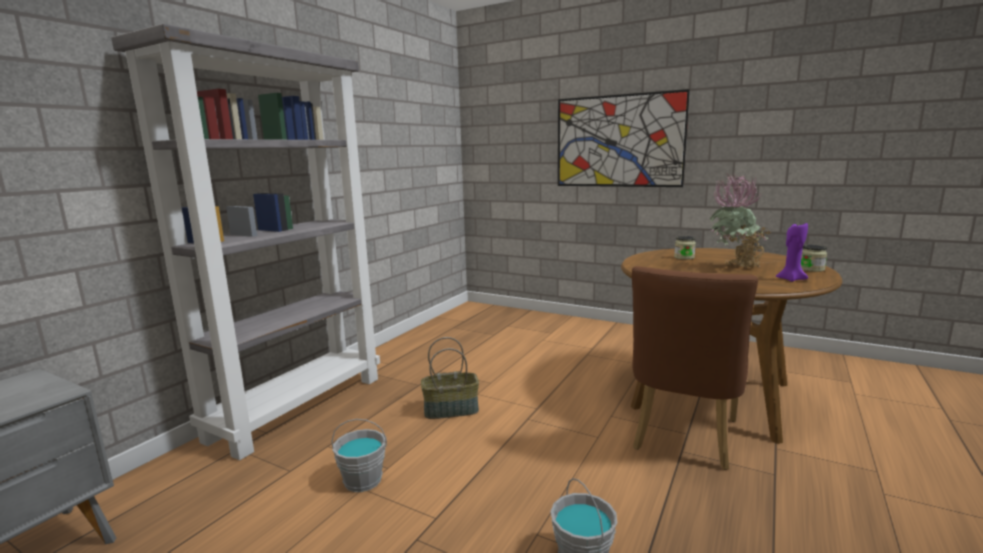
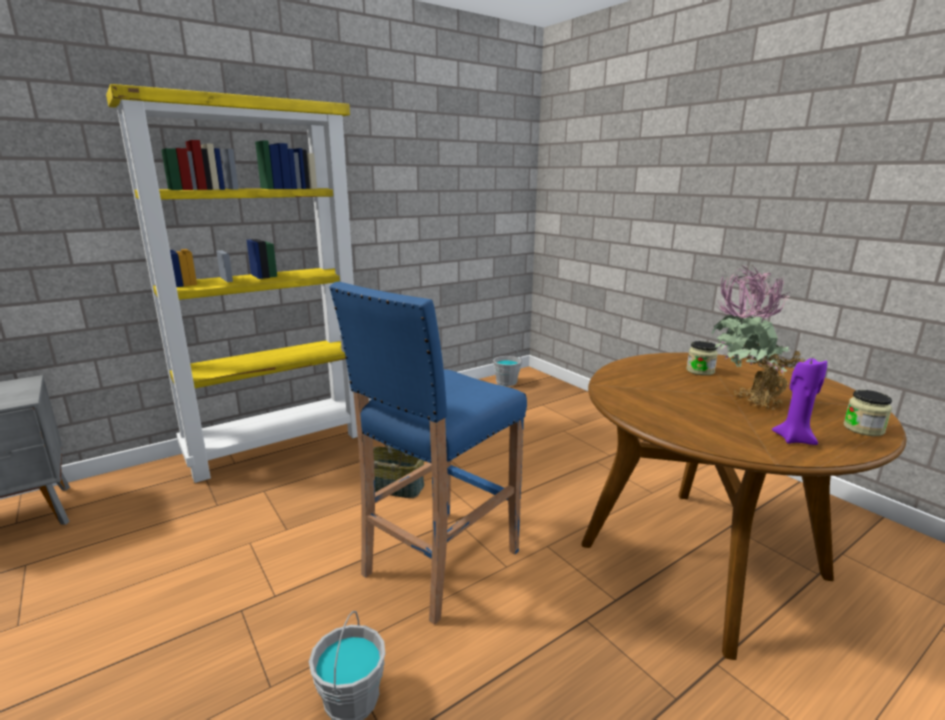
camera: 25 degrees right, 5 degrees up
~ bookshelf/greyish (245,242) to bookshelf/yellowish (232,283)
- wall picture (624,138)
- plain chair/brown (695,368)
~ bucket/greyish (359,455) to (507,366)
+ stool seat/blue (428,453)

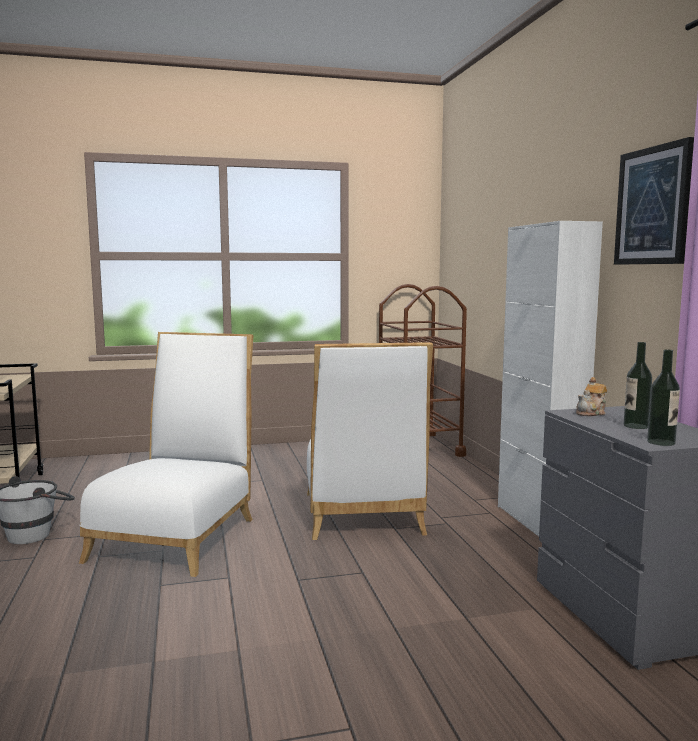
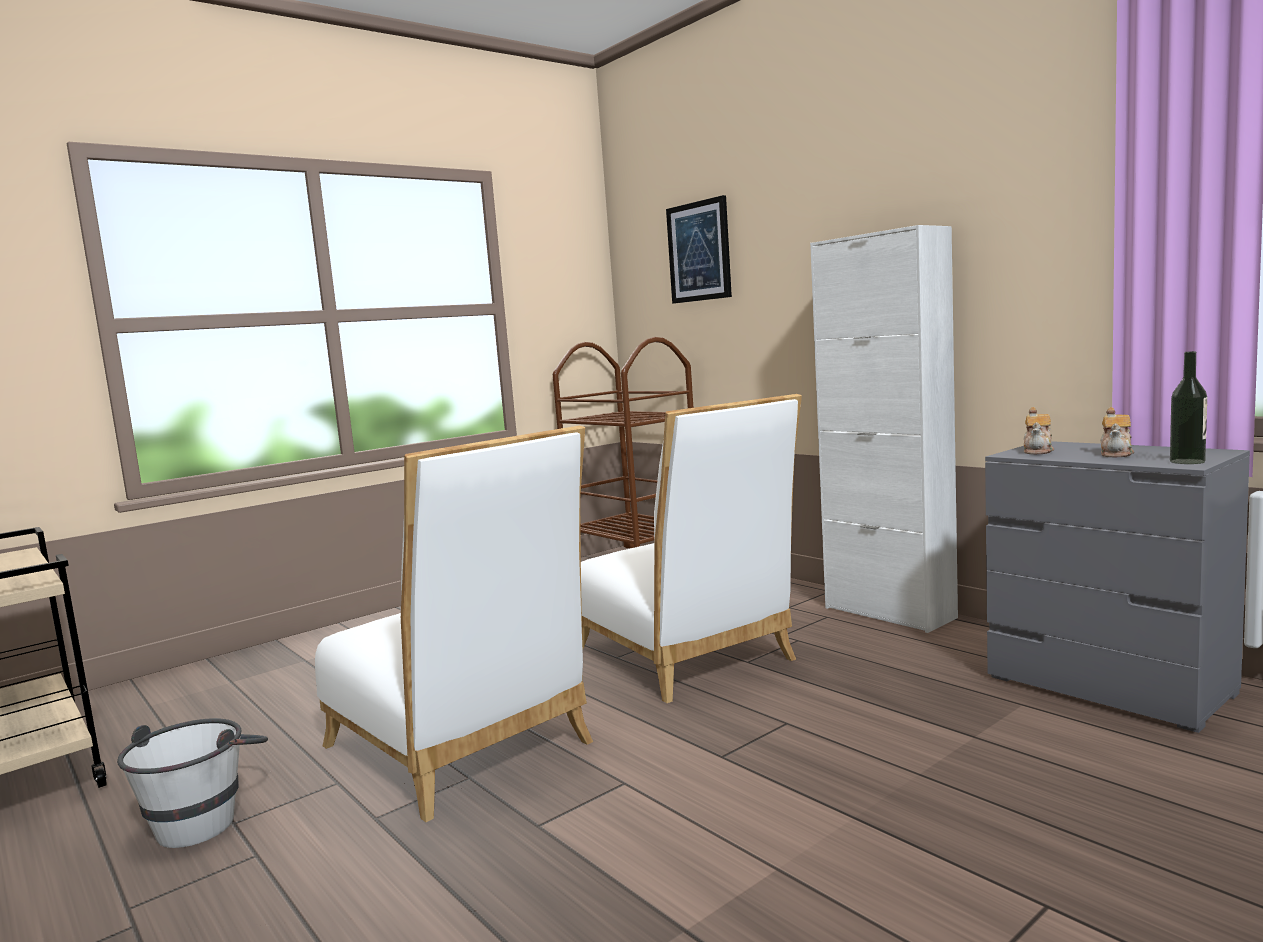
camera: 25 degrees left, 0 degrees up
~ wall picture (654,200) to (699,249)
~ plain chair/white-coloured (166,454) = (454,624) 150 degrees clockwise
~ drink bottle (638,385) to tea pot (1117,432)

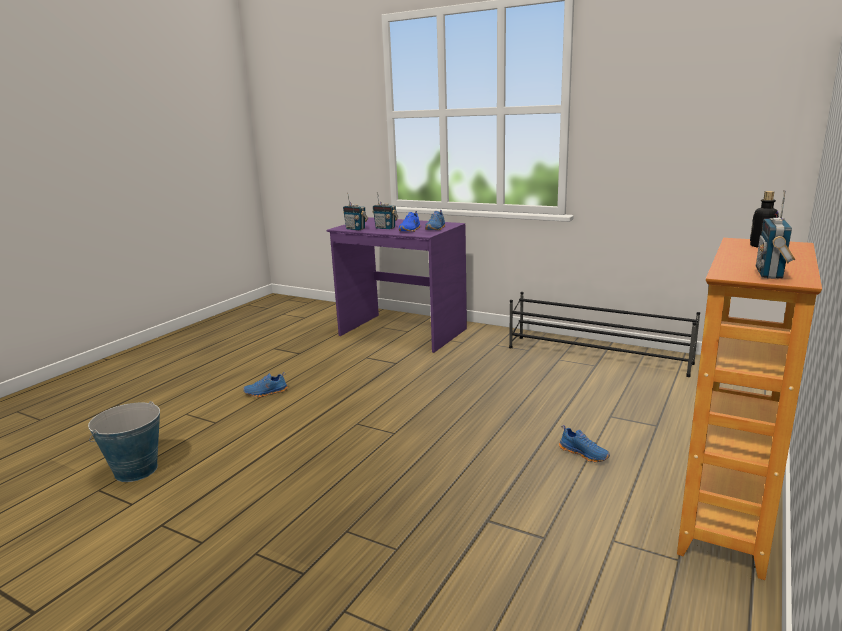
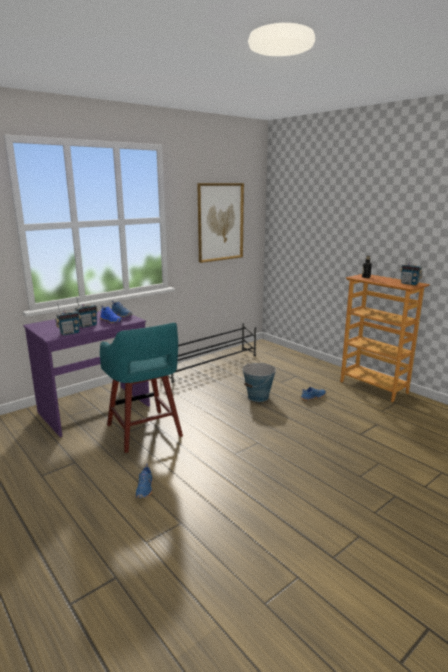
camera: 70 degrees left, 0 degrees up
~ bucket (124,441) to (259,382)
+ wall picture (220,223)
+ stool seat/turquoise (141,388)

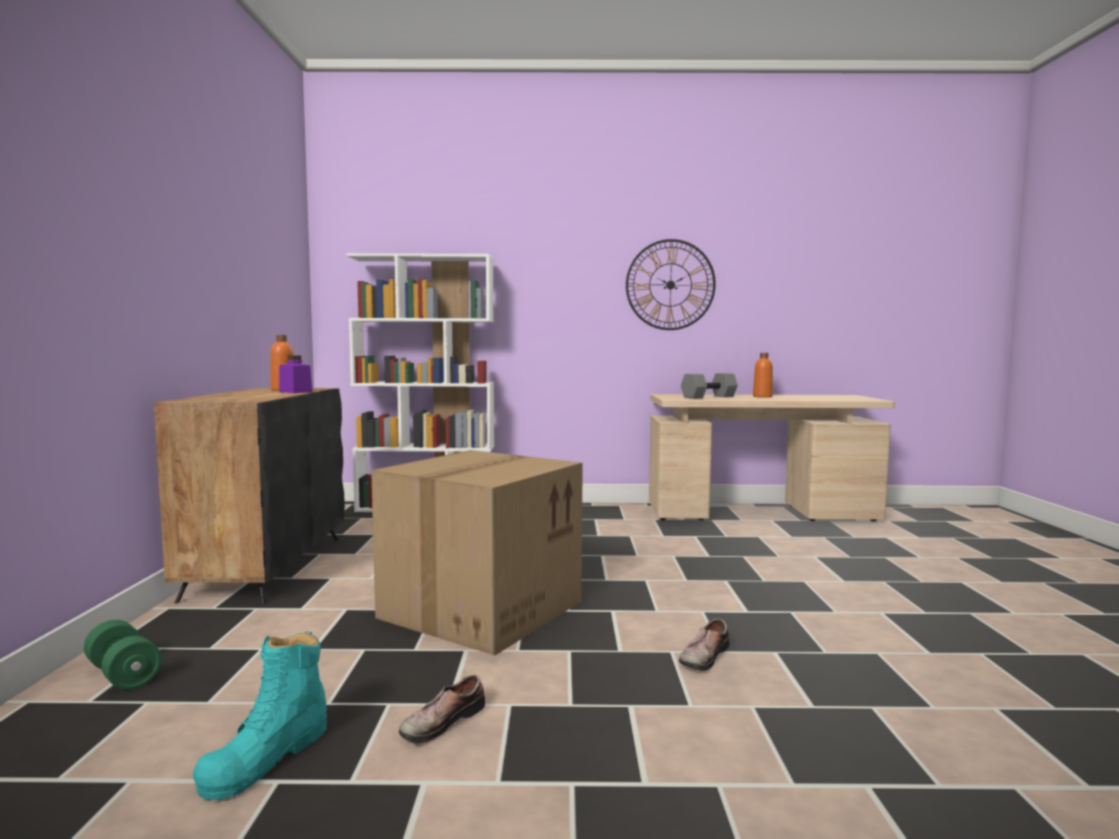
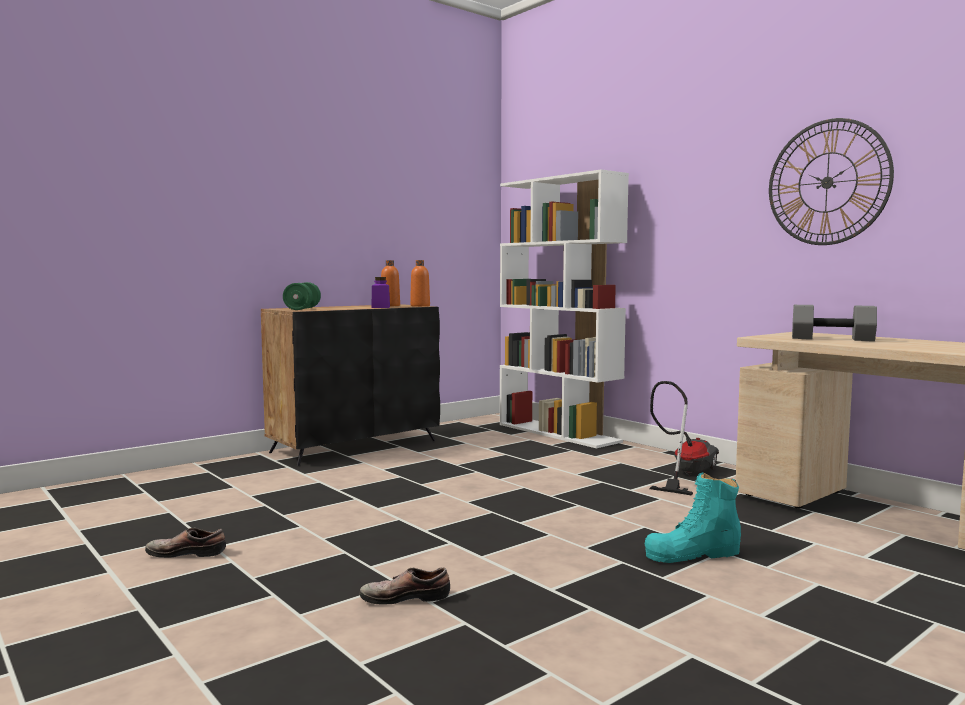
camera: 50 degrees right, 0 degrees up
~ drink bottle/orange (763,375) to (420,283)
- packing box (477,553)
~ hand weight/greenish (123,655) to (302,296)
~ boot/turquoise (260,716) to (693,517)
+ hoover (684,438)

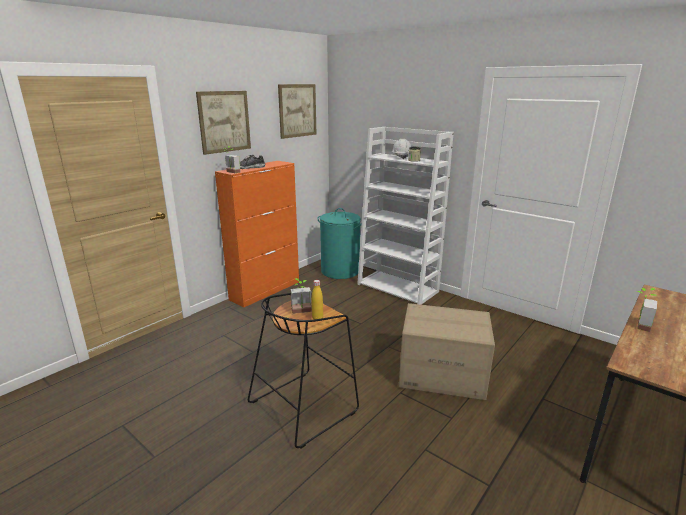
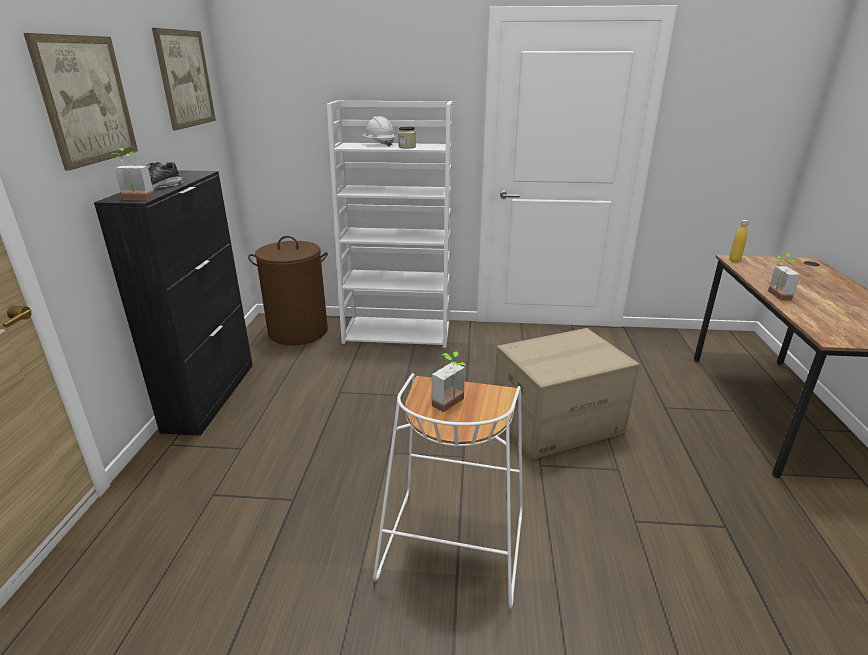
camera: 35 degrees left, 5 degrees up
~ storage cabinet/orange (257,234) to storage cabinet/black-coloured (173,303)
~ laundry basket/turquoise (340,243) to laundry basket/brown (288,290)
~ drink bottle/yellowish (317,300) to (739,241)
~ stool seat/black-coloured (303,370) to stool seat/white-coloured (447,491)

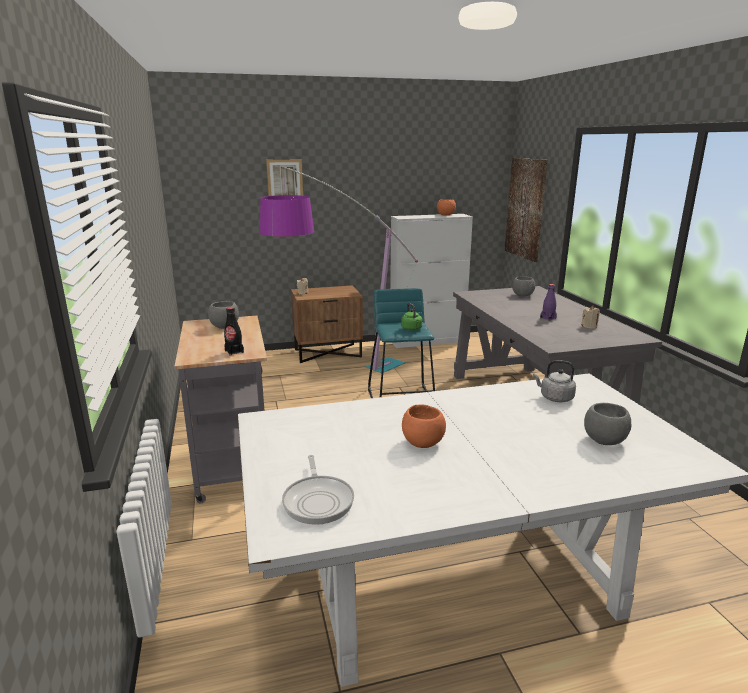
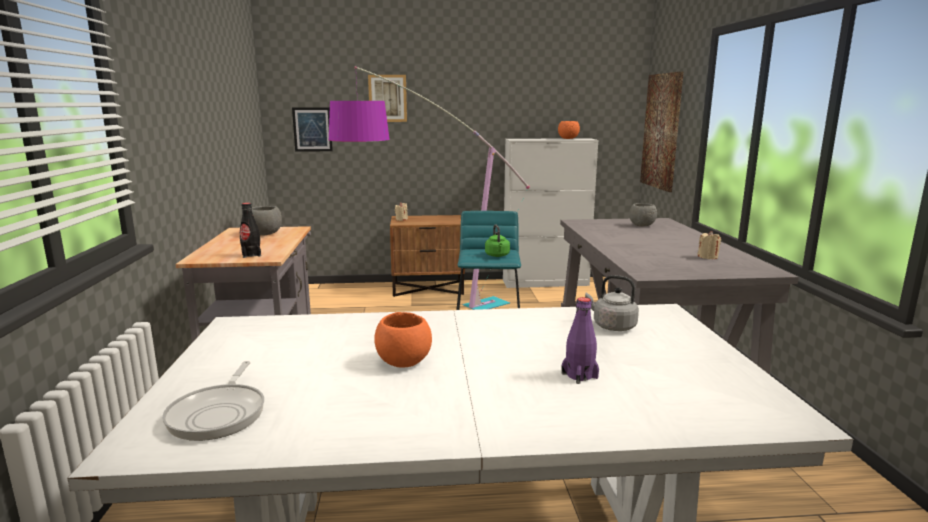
camera: 10 degrees right, 5 degrees down
~ drink bottle/purple-coloured (548,302) to (580,340)
- bowl/greyish (607,424)
+ wall picture (312,129)

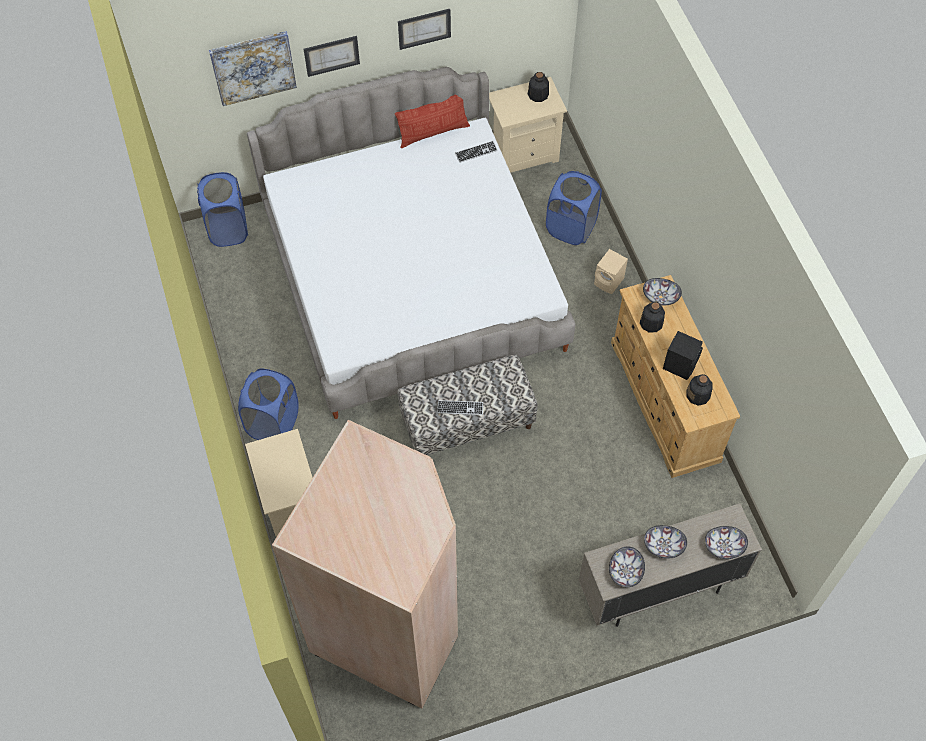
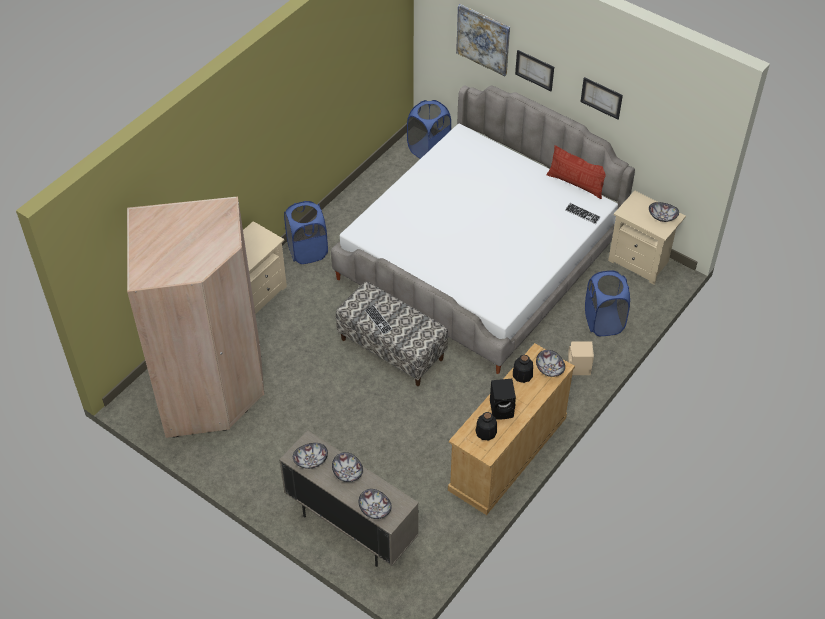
camera: 55 degrees right, 10 degrees down
~ drink bottle (538,87) to bowl (664,212)

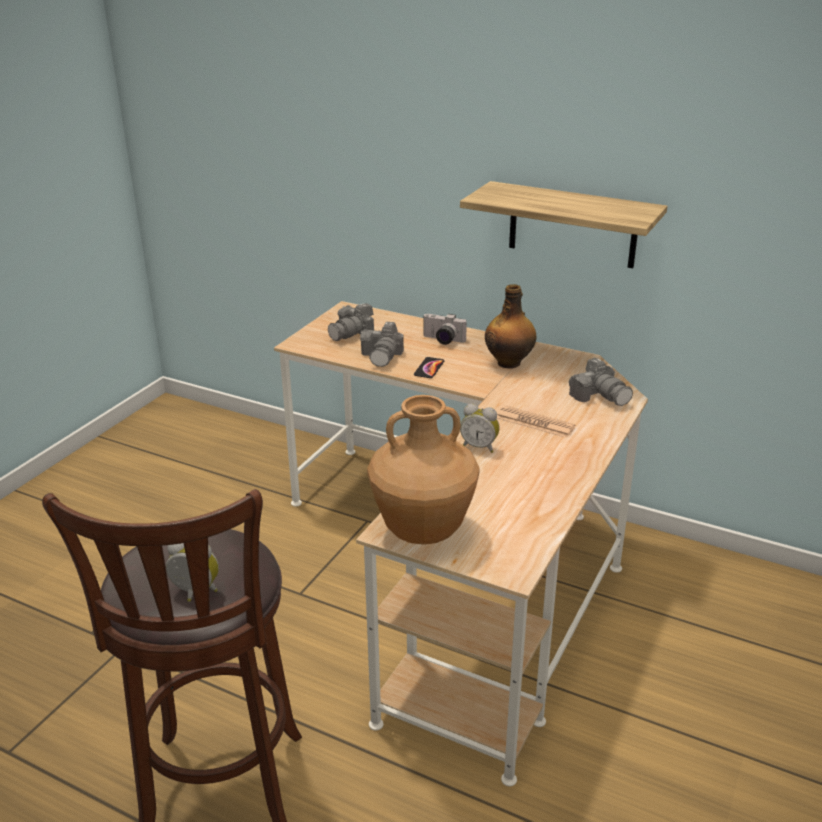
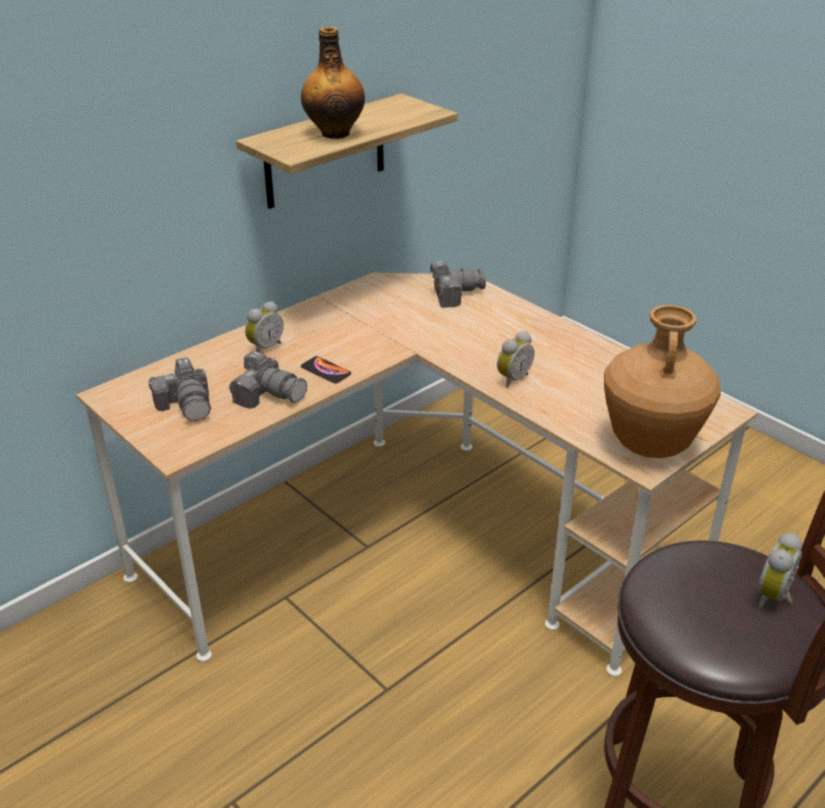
camera: 70 degrees left, 5 degrees up
~ drink bottle (511,326) to (333,83)
~ still camera (444,329) to bedside clock (264,327)
- newspaper (536,422)

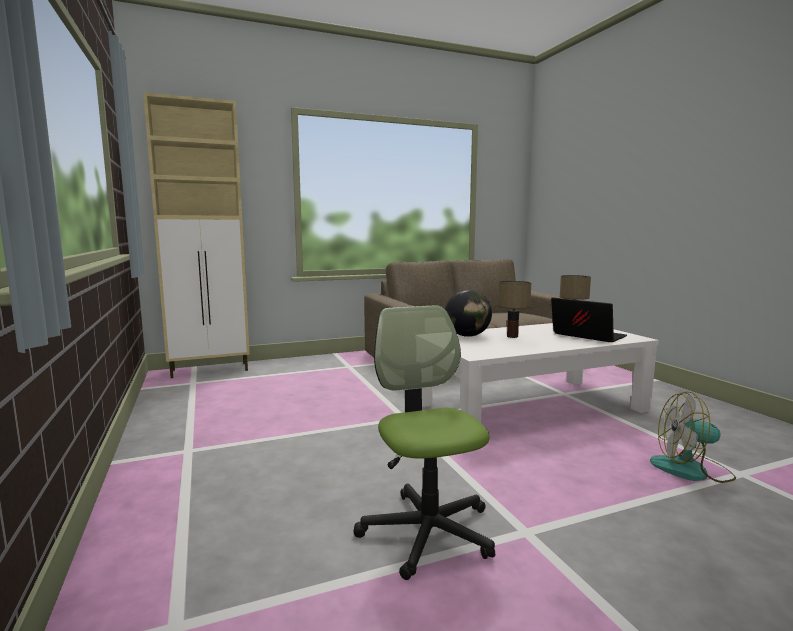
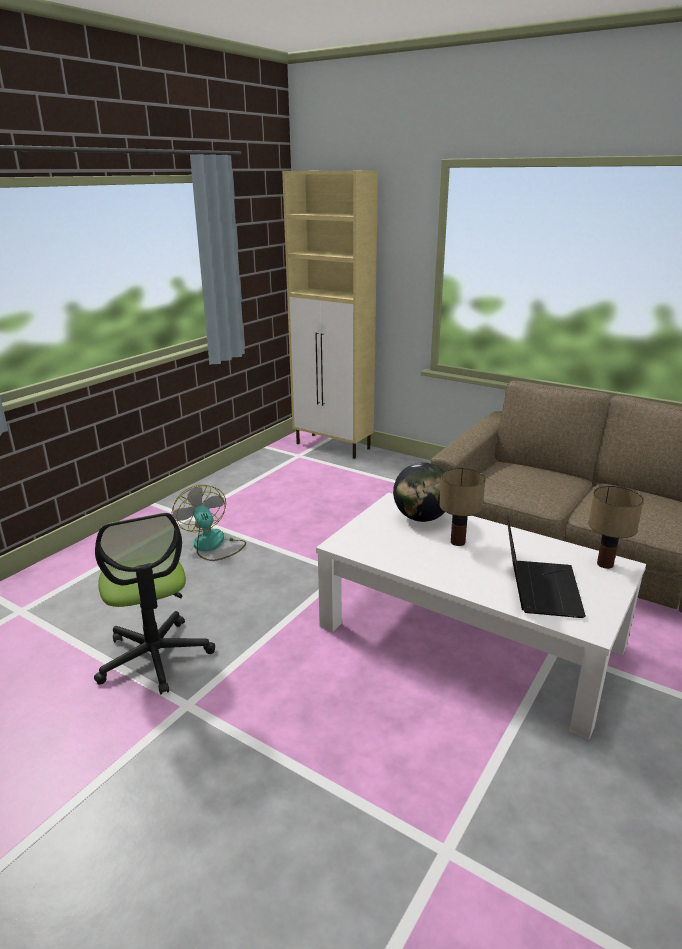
camera: 55 degrees right, 15 degrees up
~ desk chair (424,442) = (154,603) 120 degrees clockwise
~ cooling fan (693,437) to (209,523)

